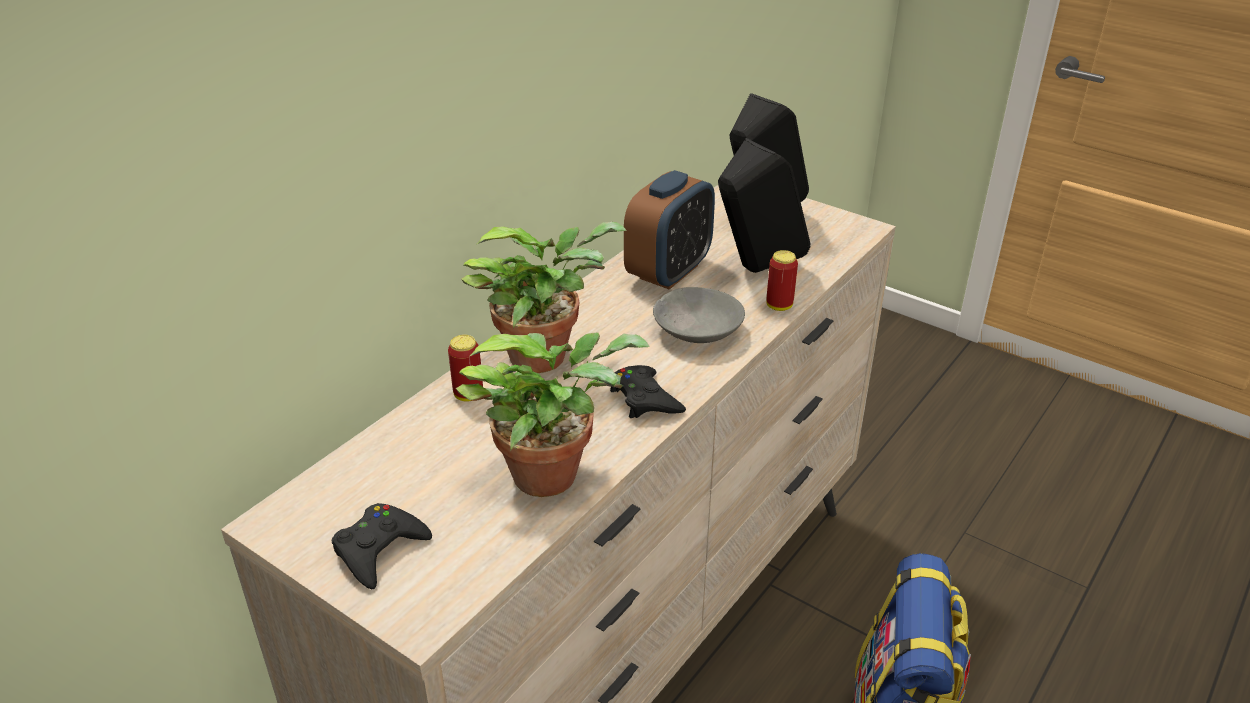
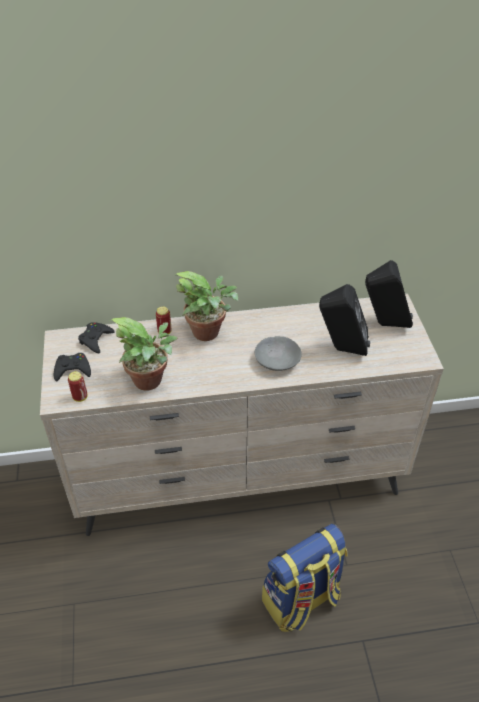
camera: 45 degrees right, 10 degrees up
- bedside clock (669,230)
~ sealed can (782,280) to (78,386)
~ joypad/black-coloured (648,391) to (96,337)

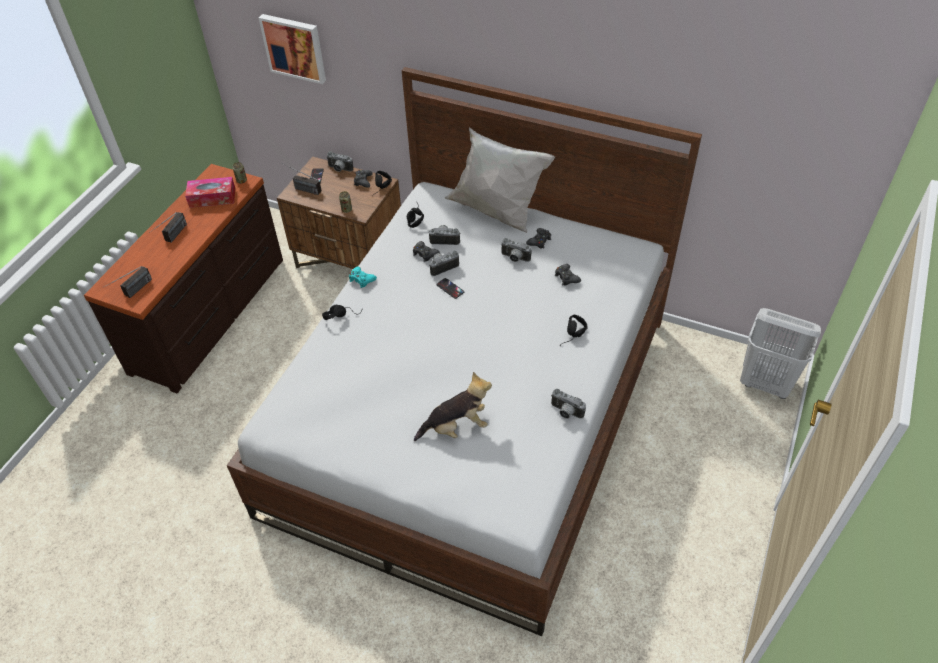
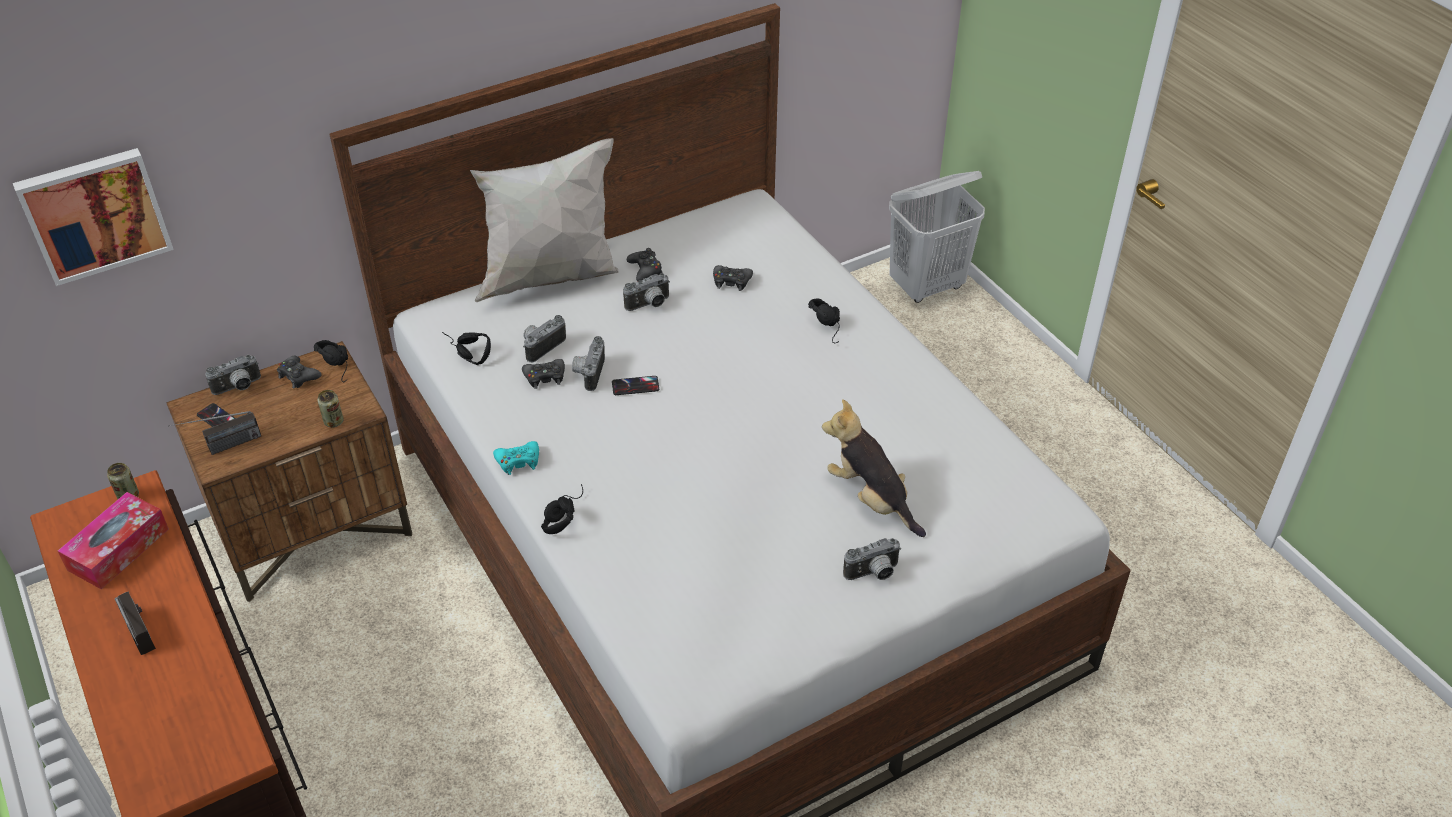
camera: 55 degrees left, 5 degrees down
- radio (127,282)
~ cuddly toy (453,406) = (874,468) 60 degrees counterclockwise
~ still camera (568,404) to (872,559)

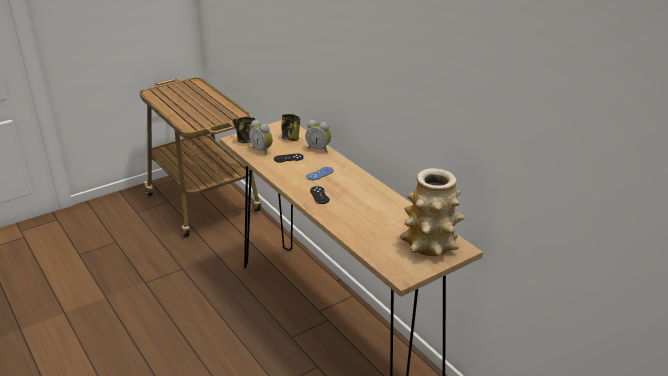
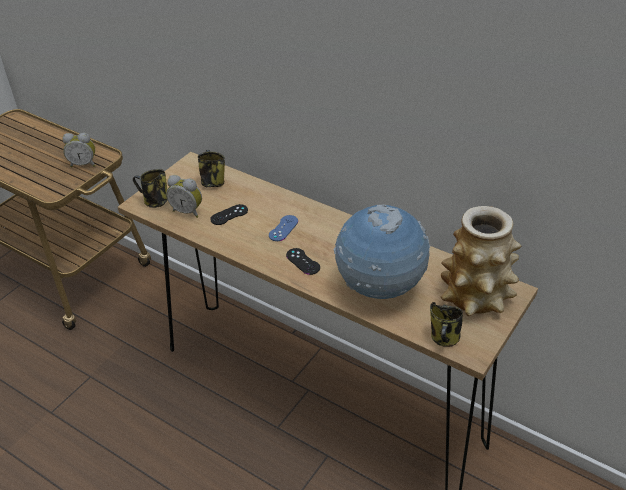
camera: 20 degrees left, 10 degrees up
~ bedside clock (318,136) to (79,150)
+ globe (382,252)
+ tea mug (446,324)

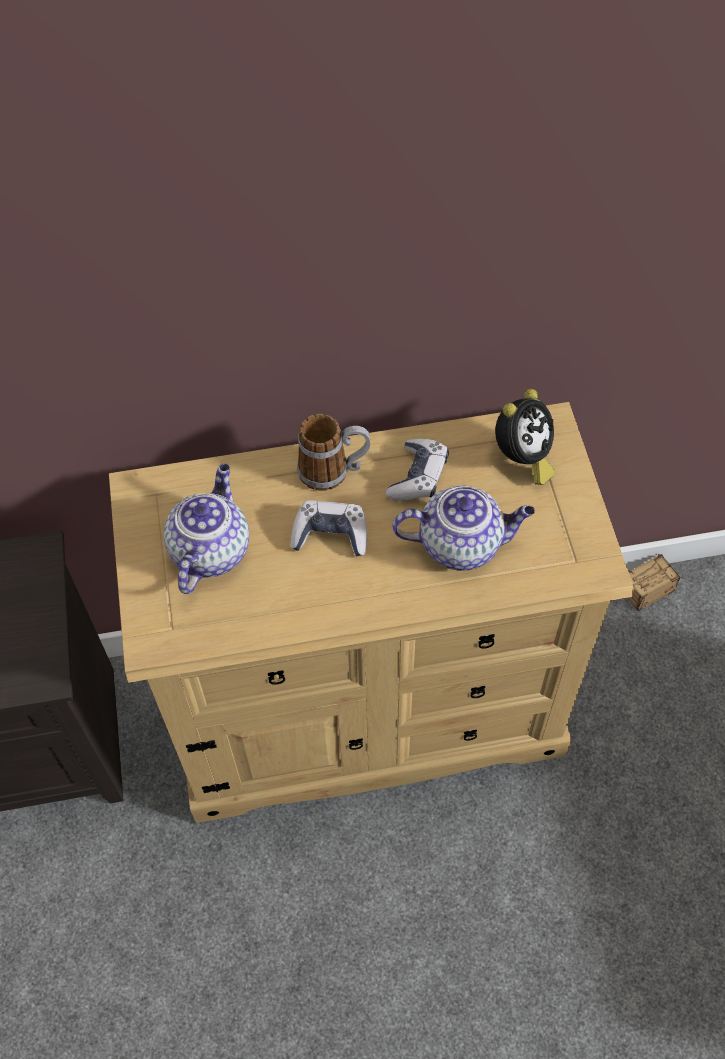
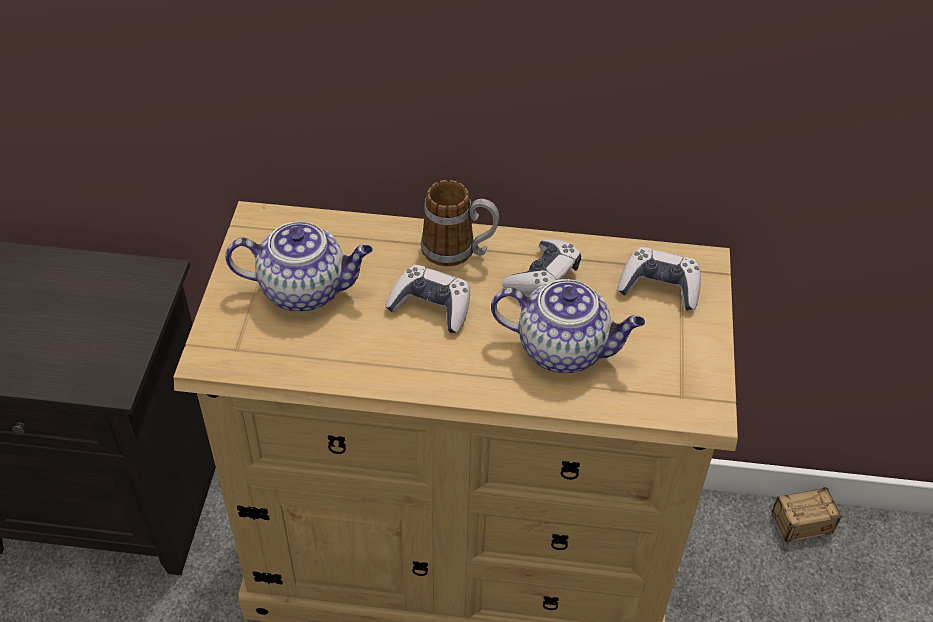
camera: 15 degrees right, 10 degrees down
~ bedside clock (525,437) to joypad (659,279)
~ tea pot (206,529) = (299,266) 60 degrees clockwise

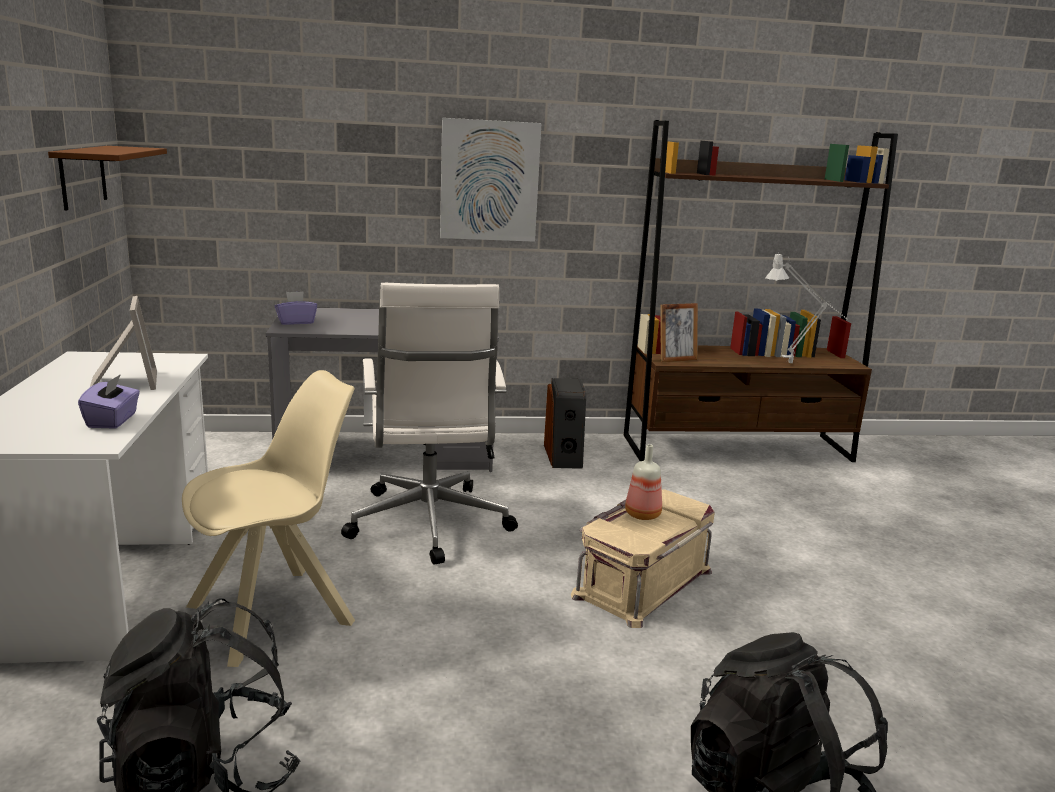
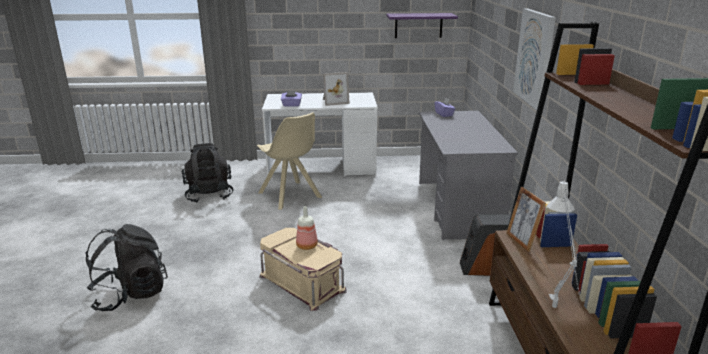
camera: 95 degrees right, 5 degrees up
~ wall shelf/brown (107,178) to wall shelf/purple-coloured (422,25)
- desk chair/white-coloured (429,424)

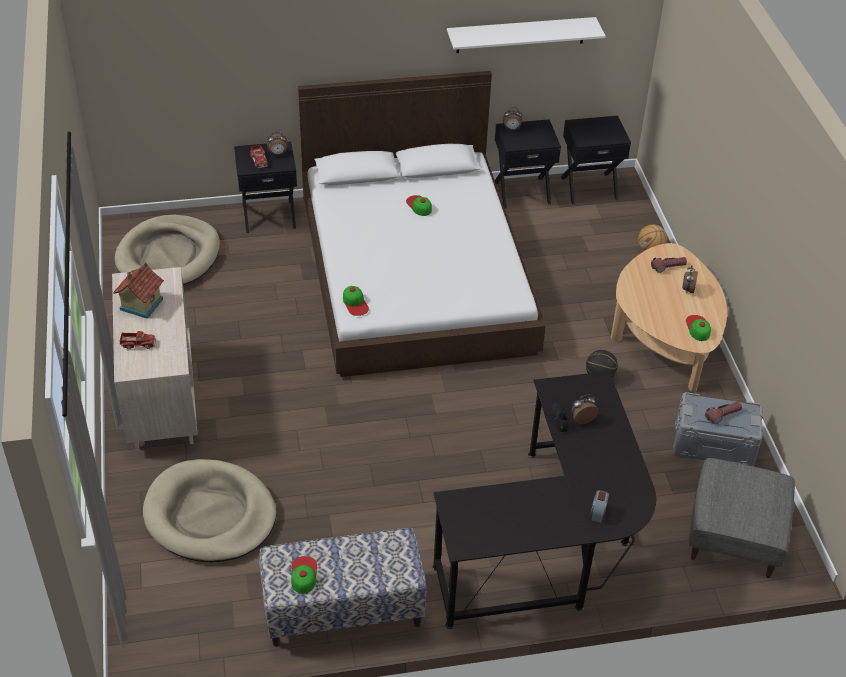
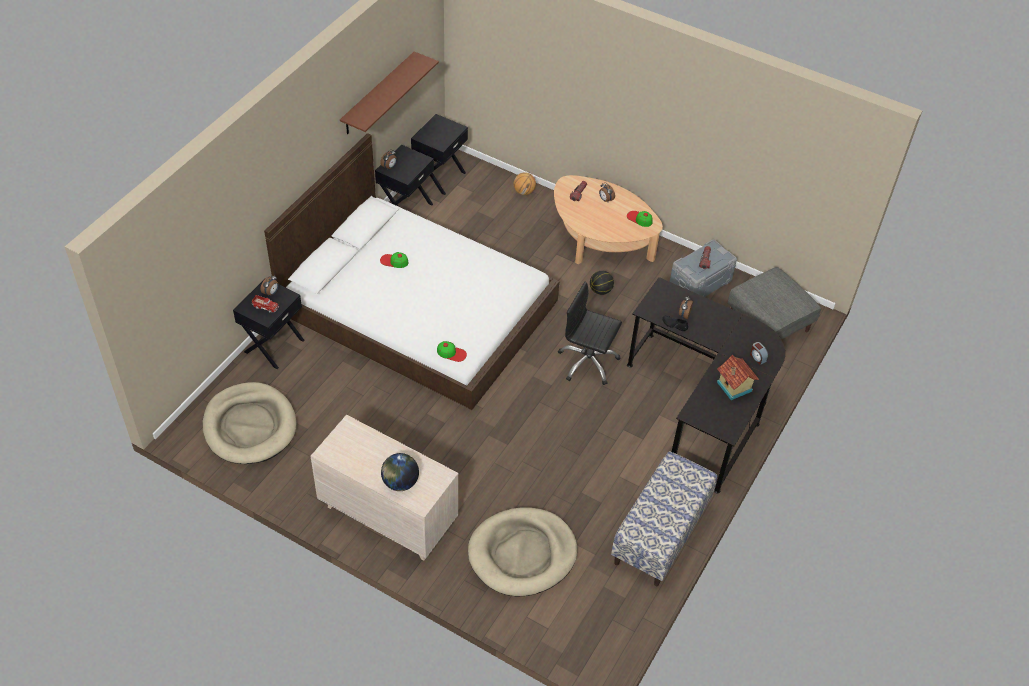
camera: 50 degrees left, 5 degrees up
~ wall shelf/white-coloured (526,35) to wall shelf/brown (389,92)
~ model house (138,291) to (738,377)
~ toy lorry (138,340) to globe (400,472)
- baseball cap (304,575)
+ desk chair/black-coloured (590,333)

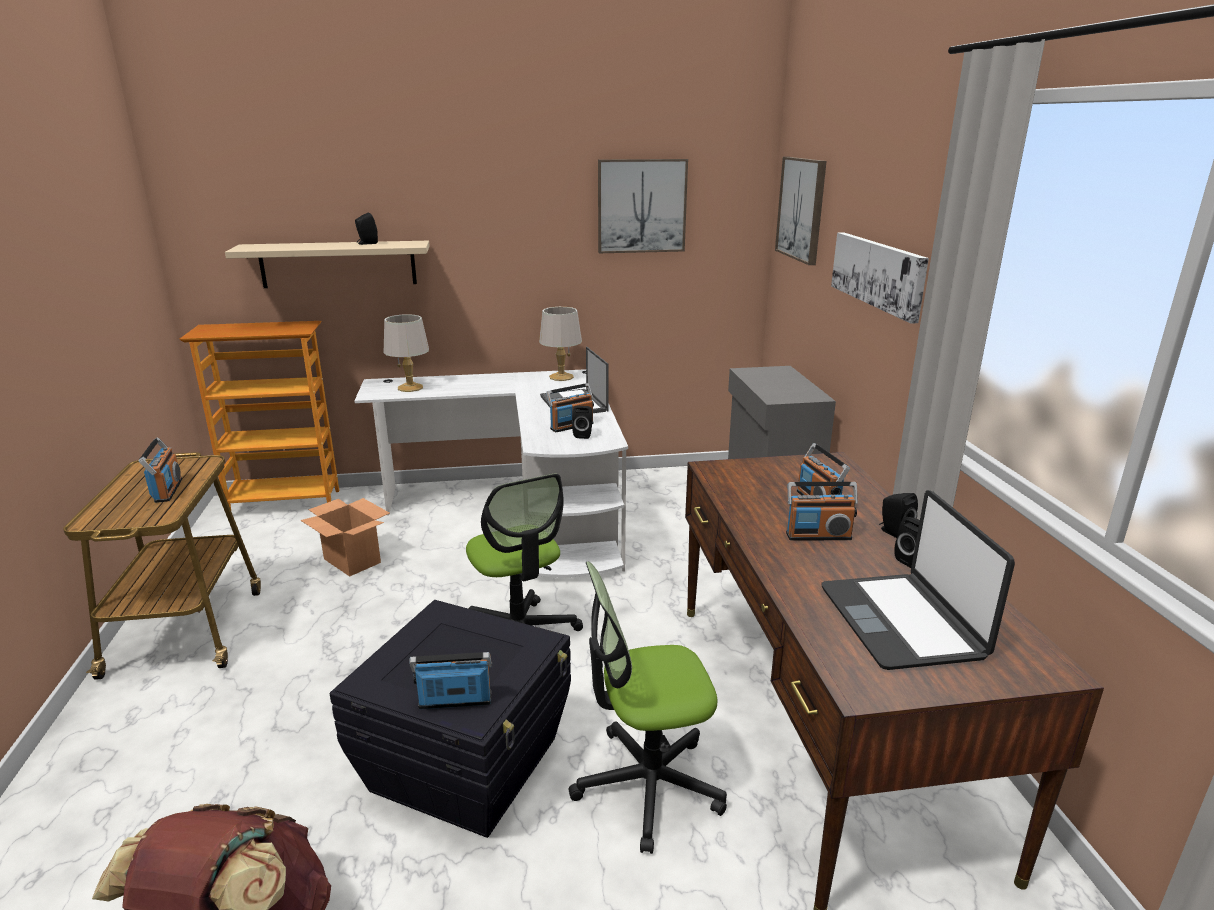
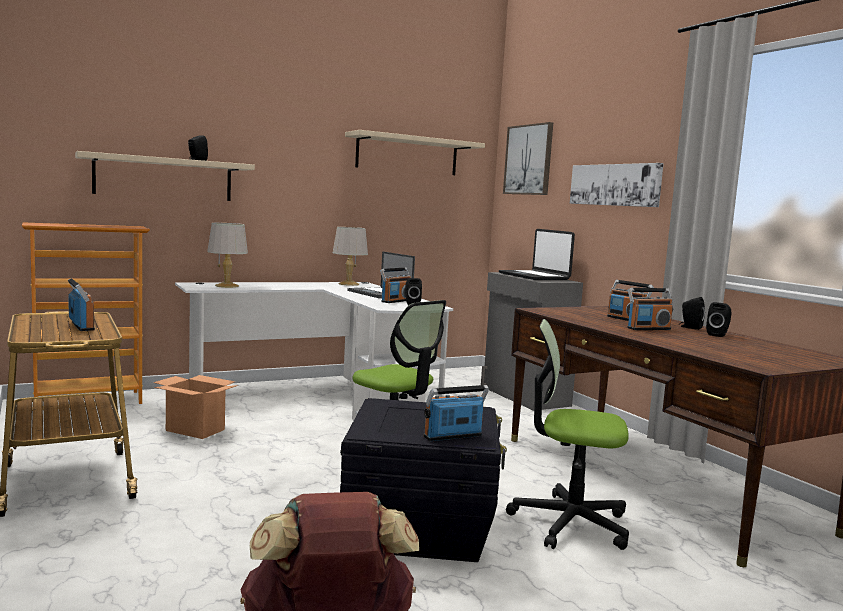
camera: 20 degrees left, 15 degrees down
~ wall picture (643,206) to wall shelf/sand-coloured (415,152)
~ portable computer (918,580) to (537,254)
~ desk chair (648,707) = (567,434) 45 degrees clockwise

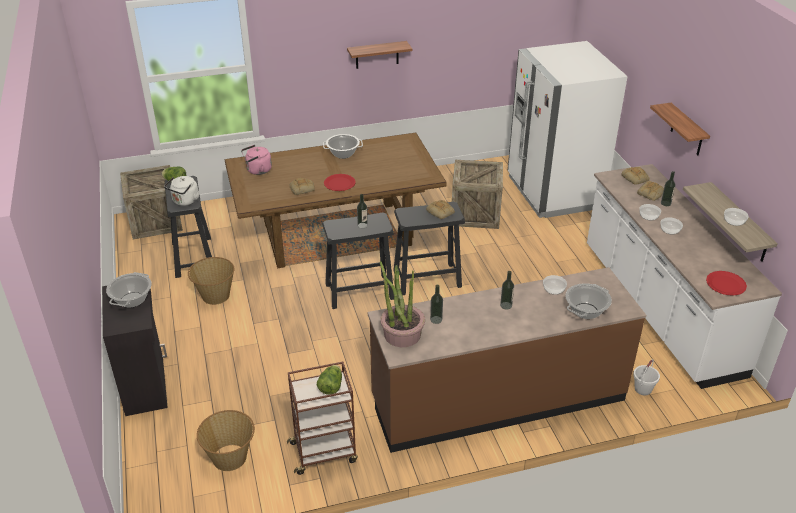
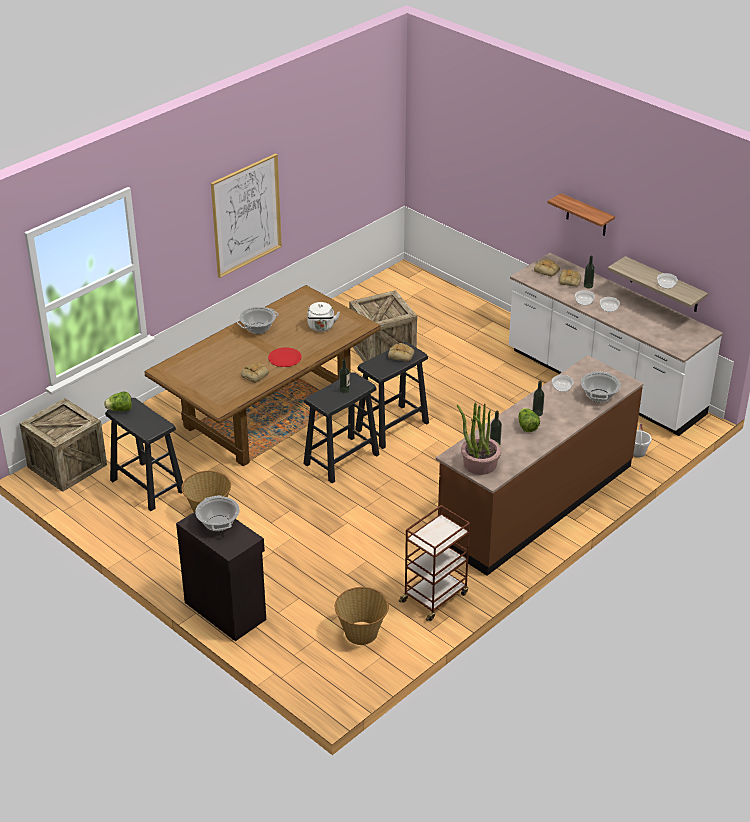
camera: 30 degrees left, 0 degrees up
~ wall shelf (379,55) to wall picture (246,215)
- kitchen fridge/white-coloured (568,129)
- kettle/pinkish (256,160)
~ kettle/white-coloured (181,191) to (323,317)
- dinner plate/red (726,283)
~ head of lettuce (329,380) to (529,420)

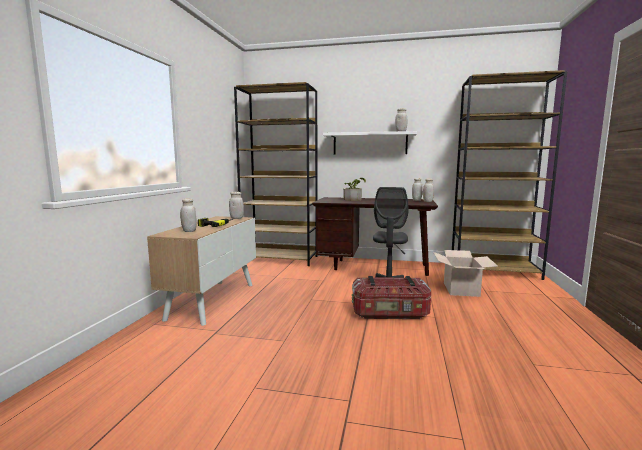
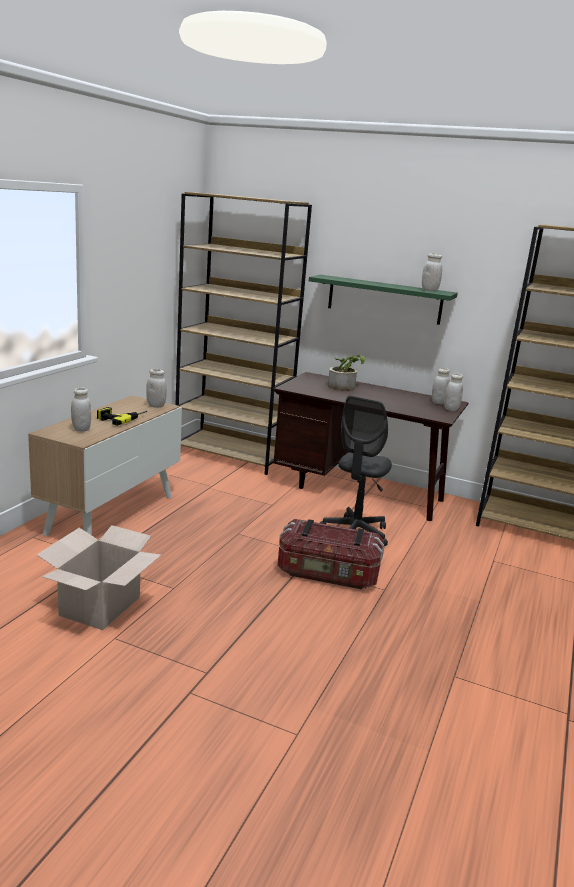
camera: 10 degrees right, 10 degrees up
~ wall shelf/white-coloured (370,143) to wall shelf/greenish (383,300)
~ packing box (465,273) to (99,577)

